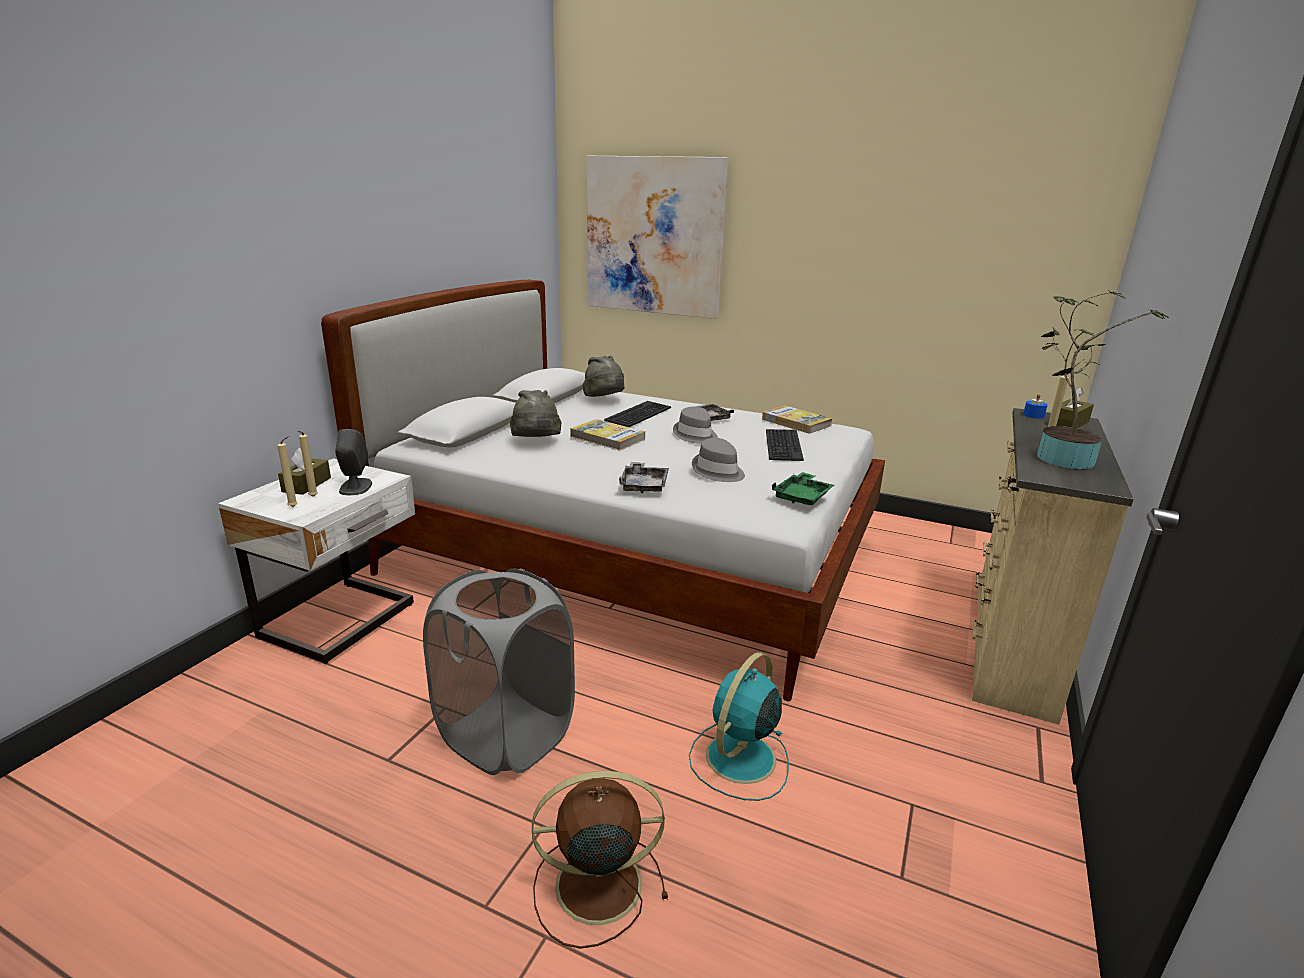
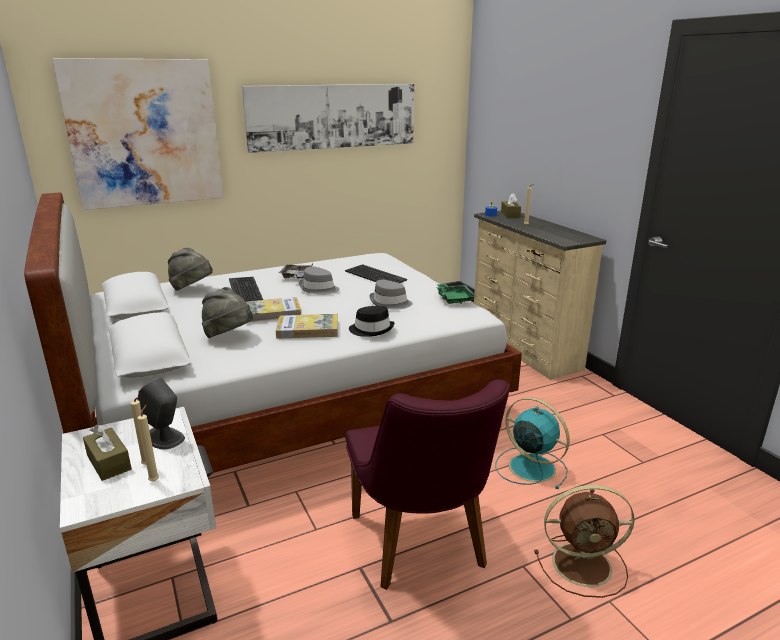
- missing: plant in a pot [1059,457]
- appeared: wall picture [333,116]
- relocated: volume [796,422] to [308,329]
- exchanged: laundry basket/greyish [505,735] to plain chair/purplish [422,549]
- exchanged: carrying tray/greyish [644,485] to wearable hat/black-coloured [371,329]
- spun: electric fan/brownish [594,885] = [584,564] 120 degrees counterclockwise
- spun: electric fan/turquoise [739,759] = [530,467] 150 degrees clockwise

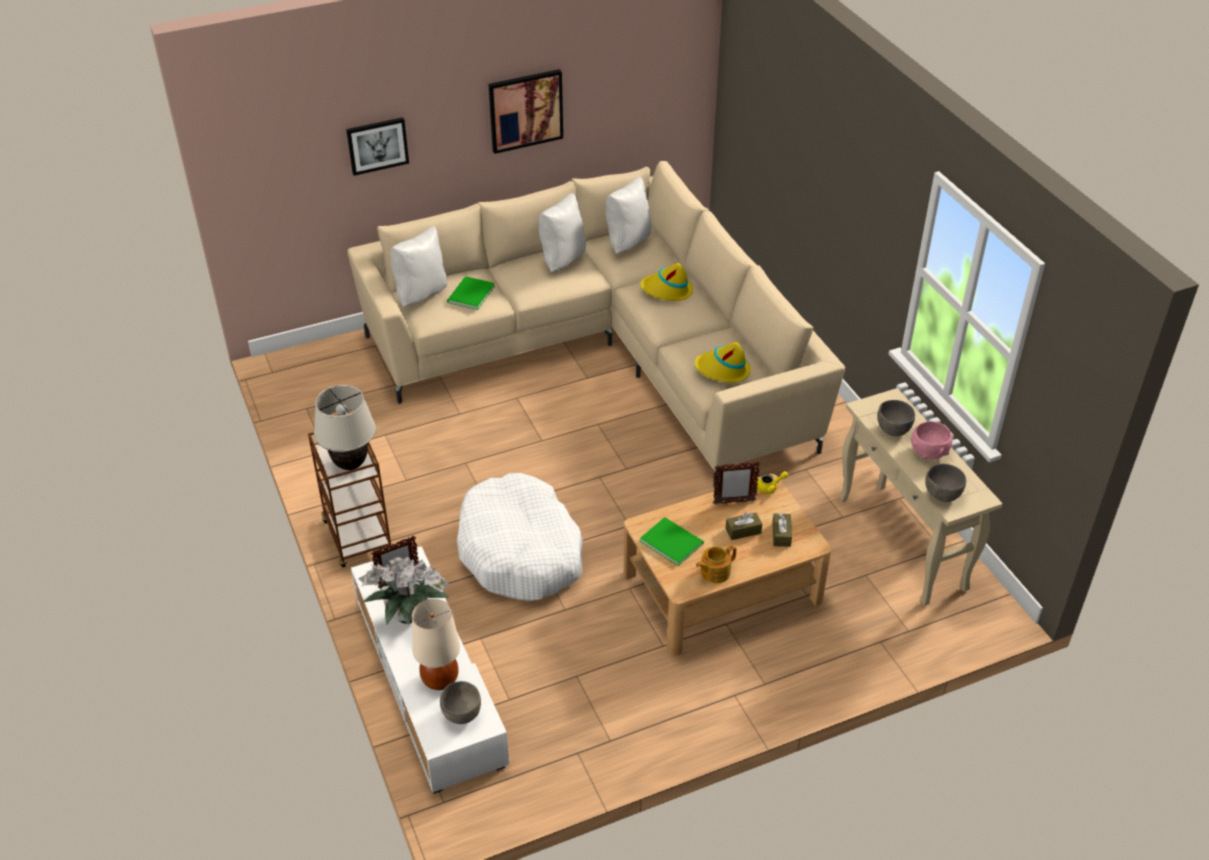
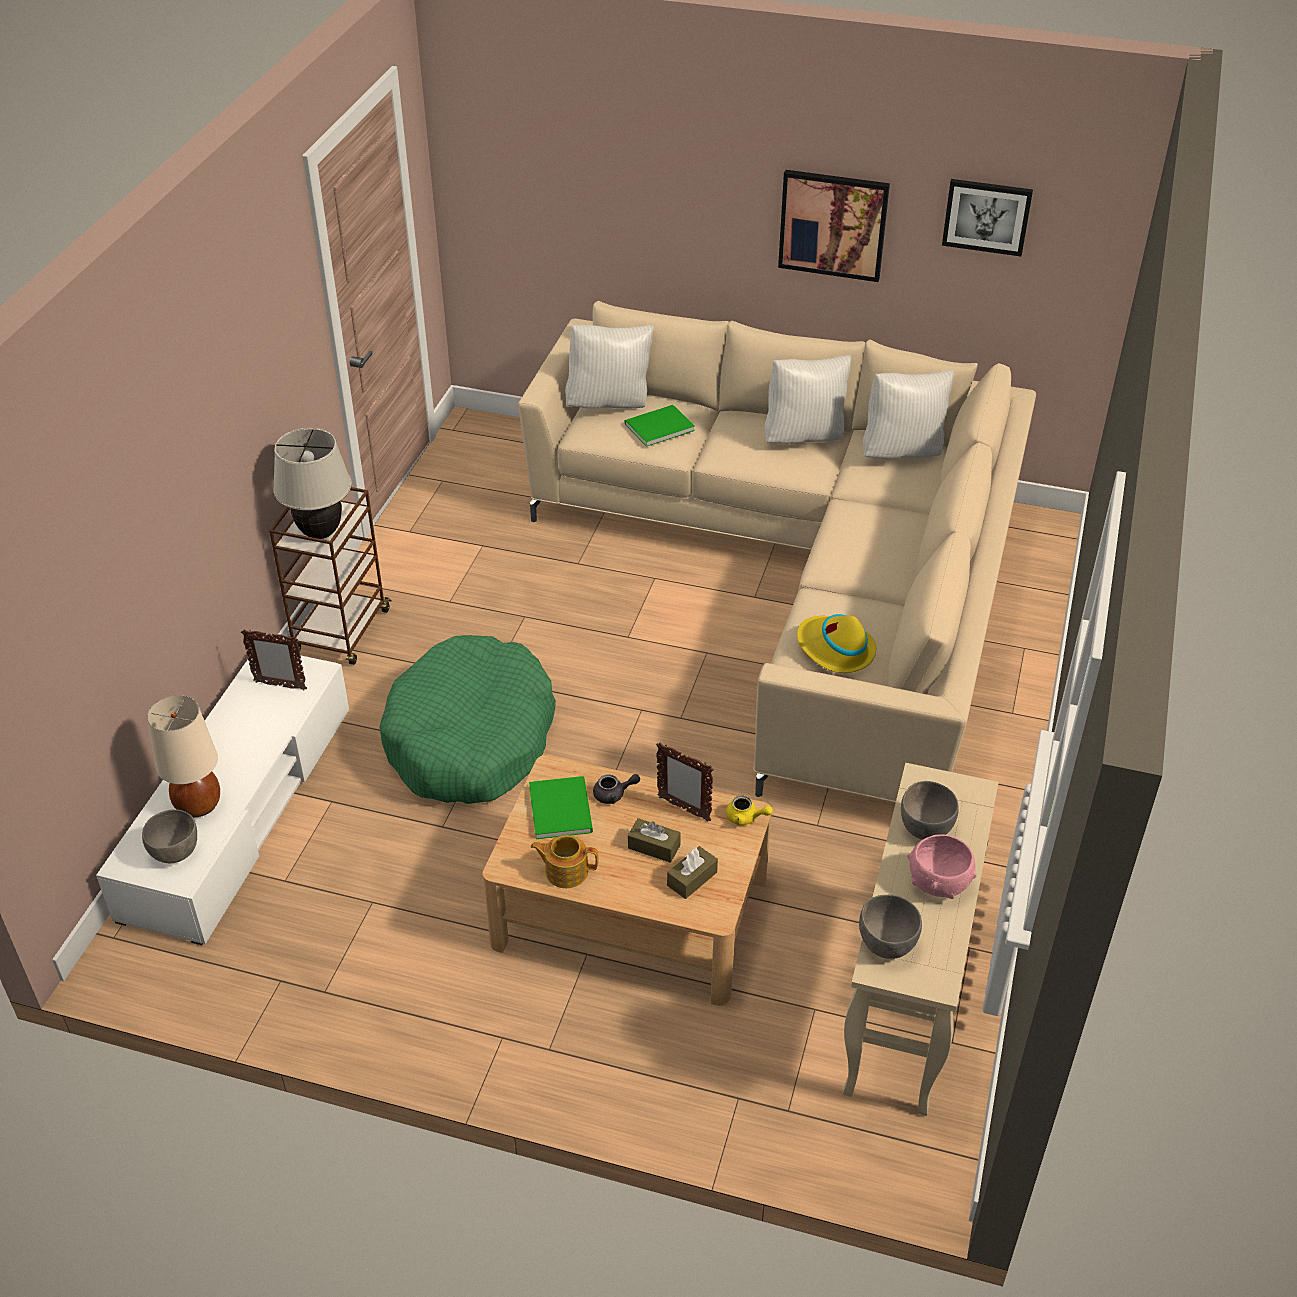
- missing: plant in a pot [411,617]
- missing: wearable hat/yellowish [667,290]
- appeared: tea pot/greyish [614,794]
- relocated: wall picture [377,145] to [987,216]
- colour: dog cushion/white [521,551] to dog cushion/green [471,739]

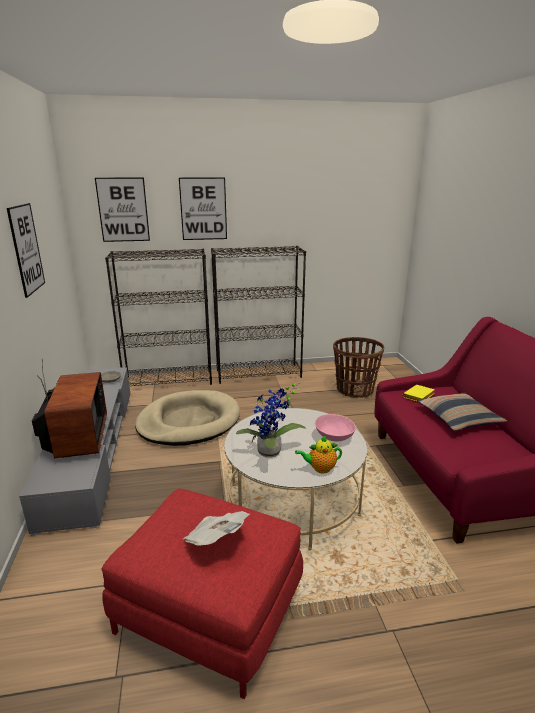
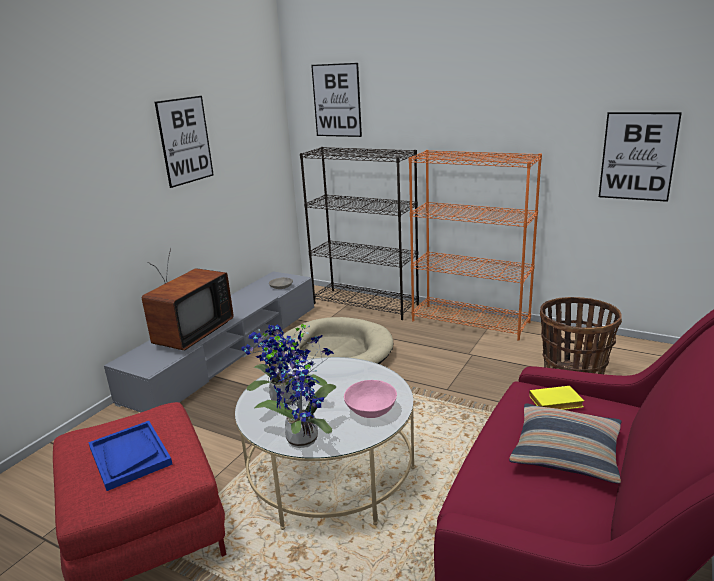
- relocated: wall picture [203,209] to [638,156]
- exchanged: printed paper [216,540] to carrying tray/blue [130,456]
- exchanged: tea pot [320,468] to plant in a pot [304,437]
- colour: shelving unit/black-coloured [259,373] to shelving unit/orangey [471,321]

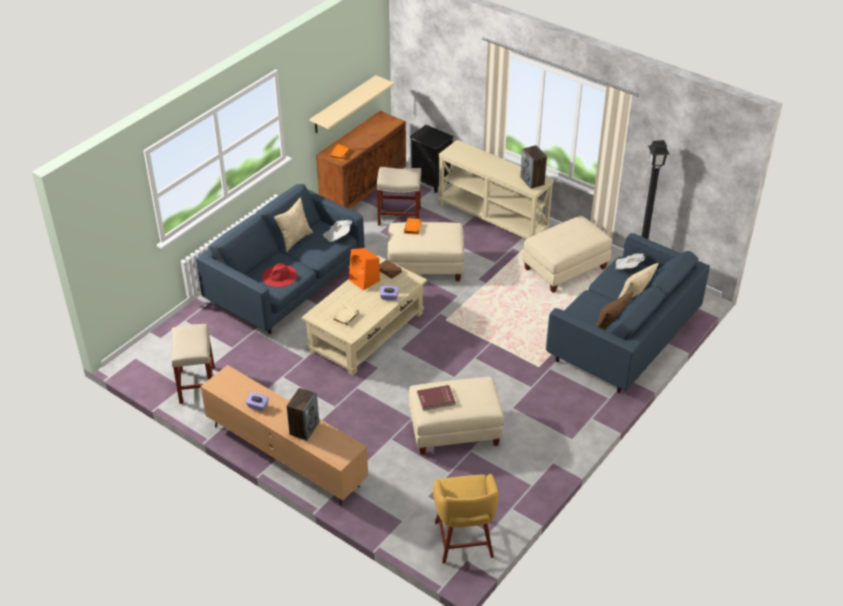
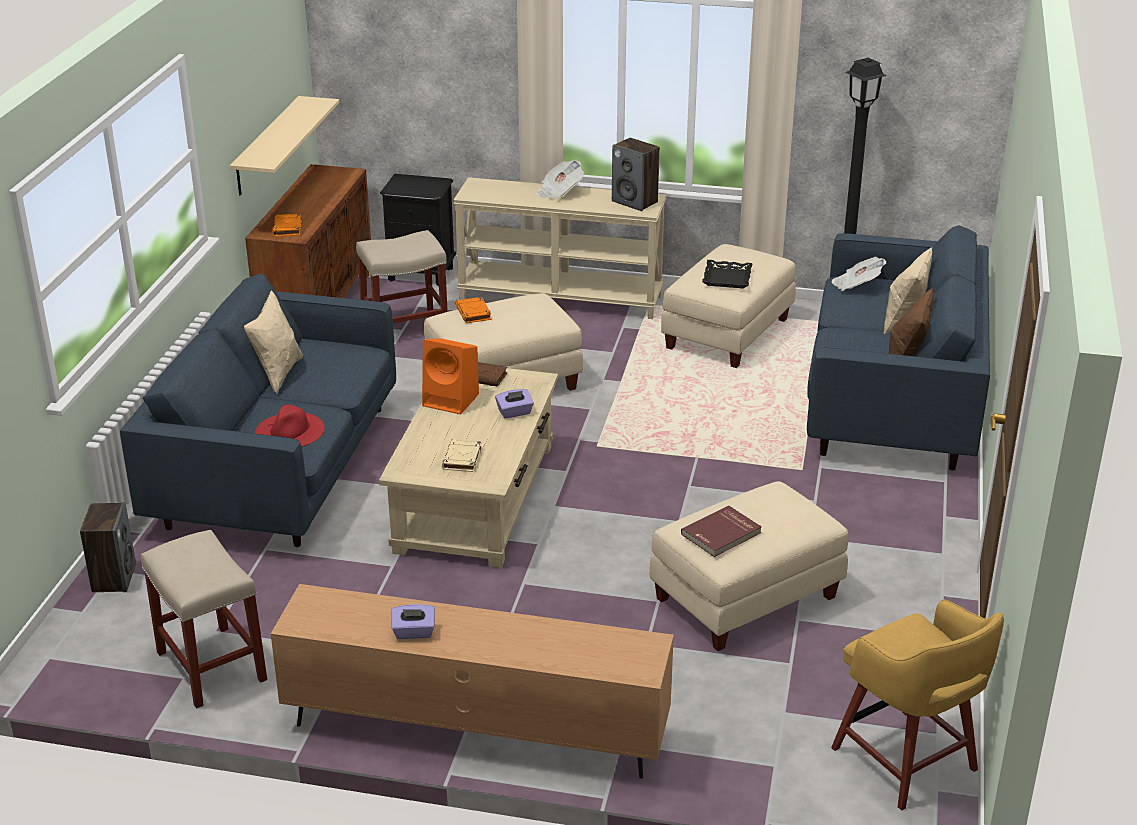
- appeared: carrying tray/black-coloured [726,278]
- relocated: loudspeaker [304,428] to [113,577]
- relocated: printed paper [337,236] to [559,192]

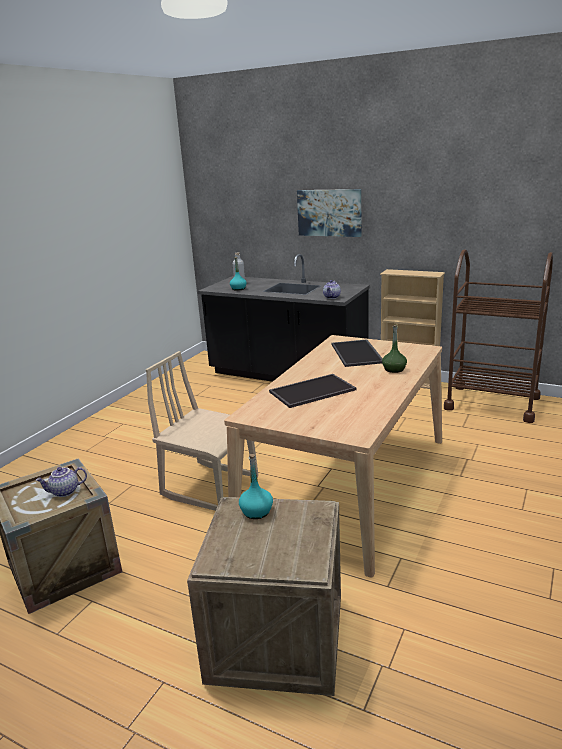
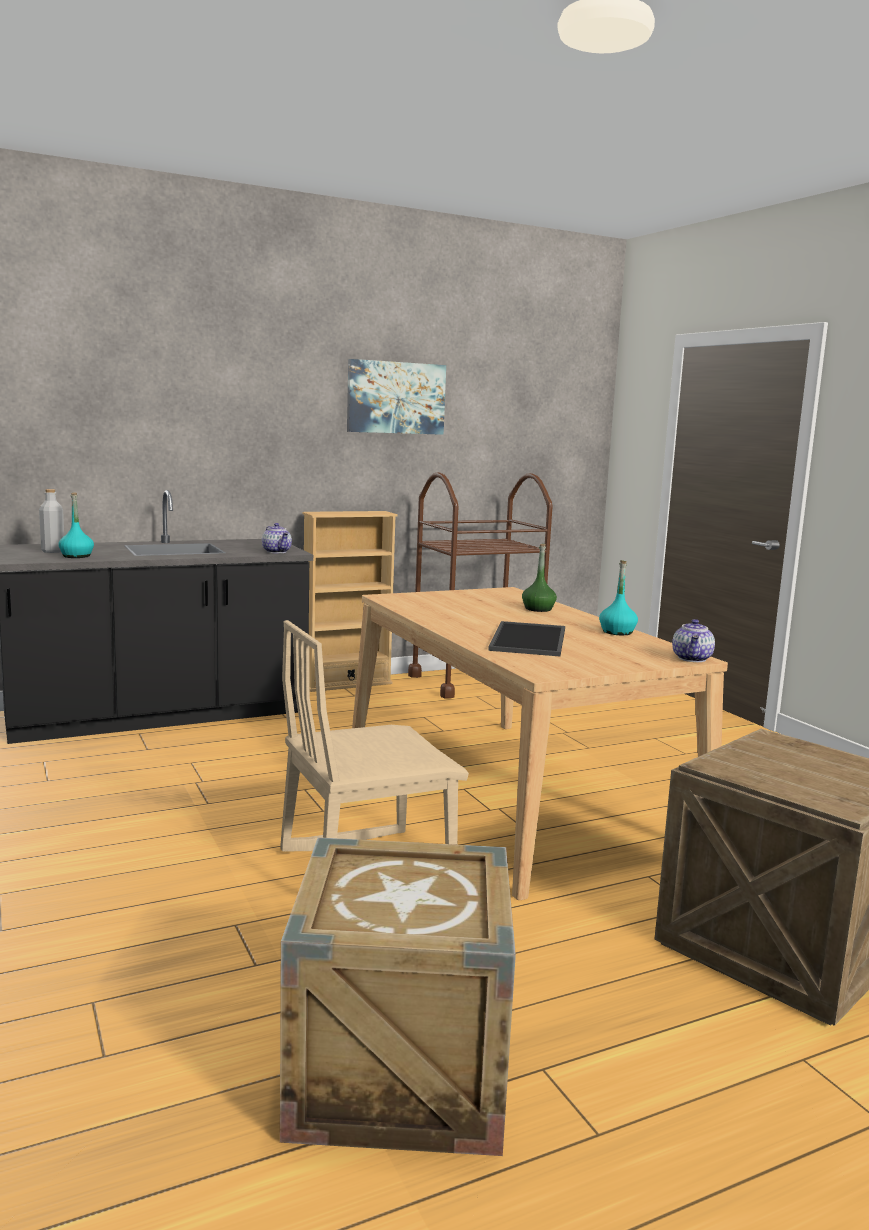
- missing: carrying tray [357,353]
- relocated: tea pot [64,492] to [693,659]
- relocated: beverage bottle/turquoise [256,511] to [617,632]
- relocated: wall picture [329,212] to [396,397]

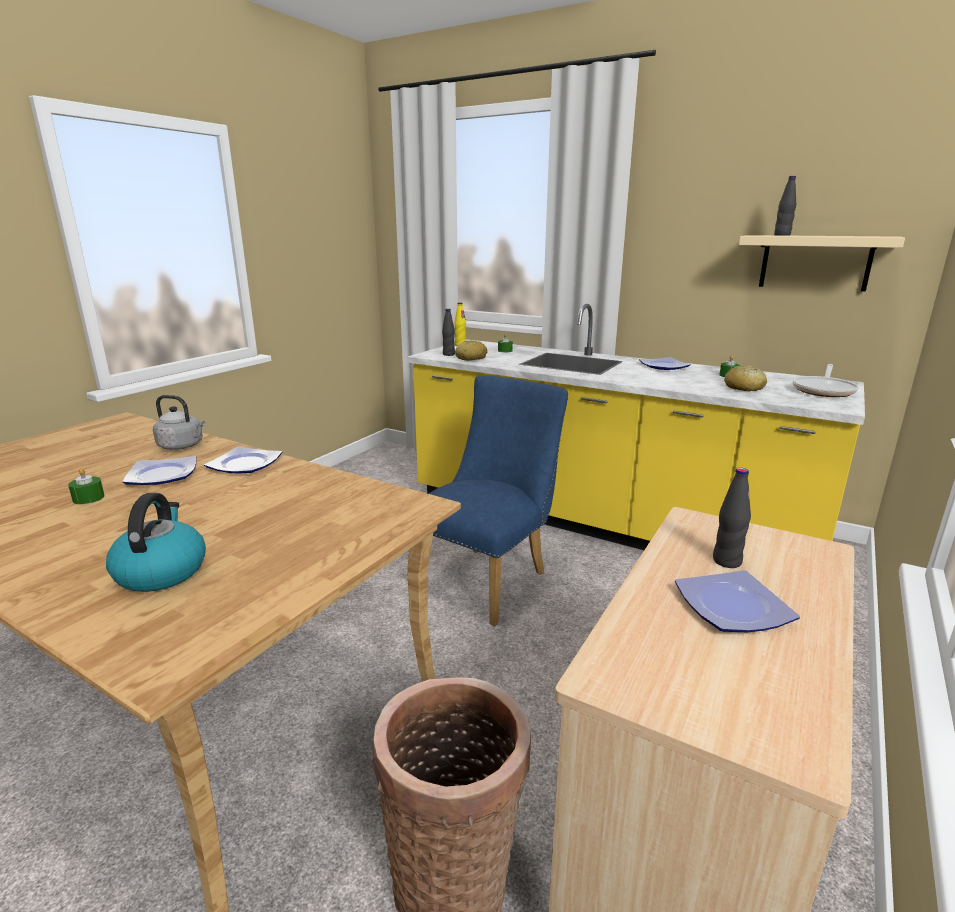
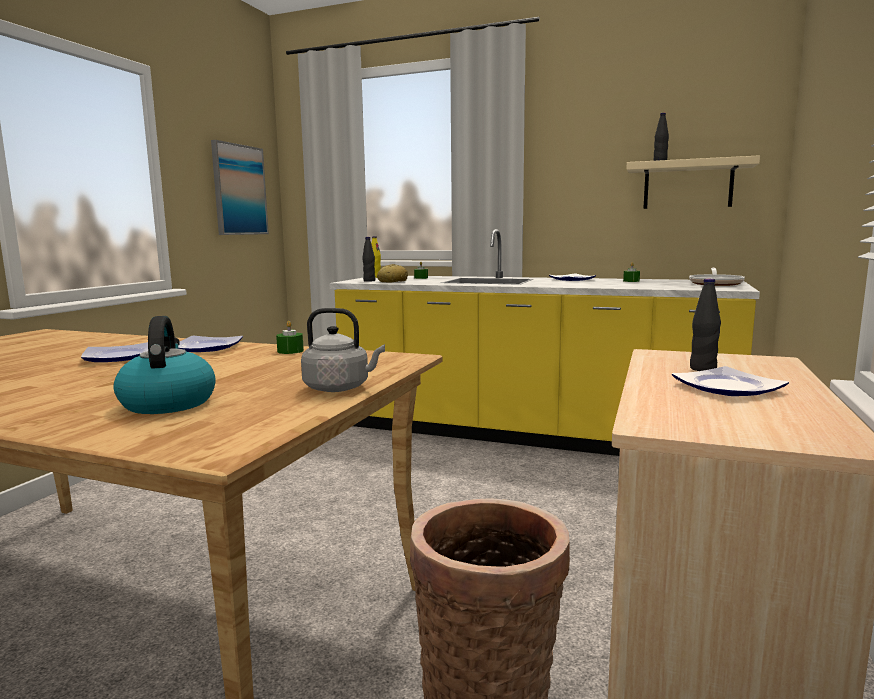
- missing: plain chair/blue [488,579]
- missing: bakery bread [744,388]
- appeared: wall picture [239,190]
- relocated: wax candle/green [88,498] to [290,351]
- relocated: kettle/greyish [183,446] to [340,388]

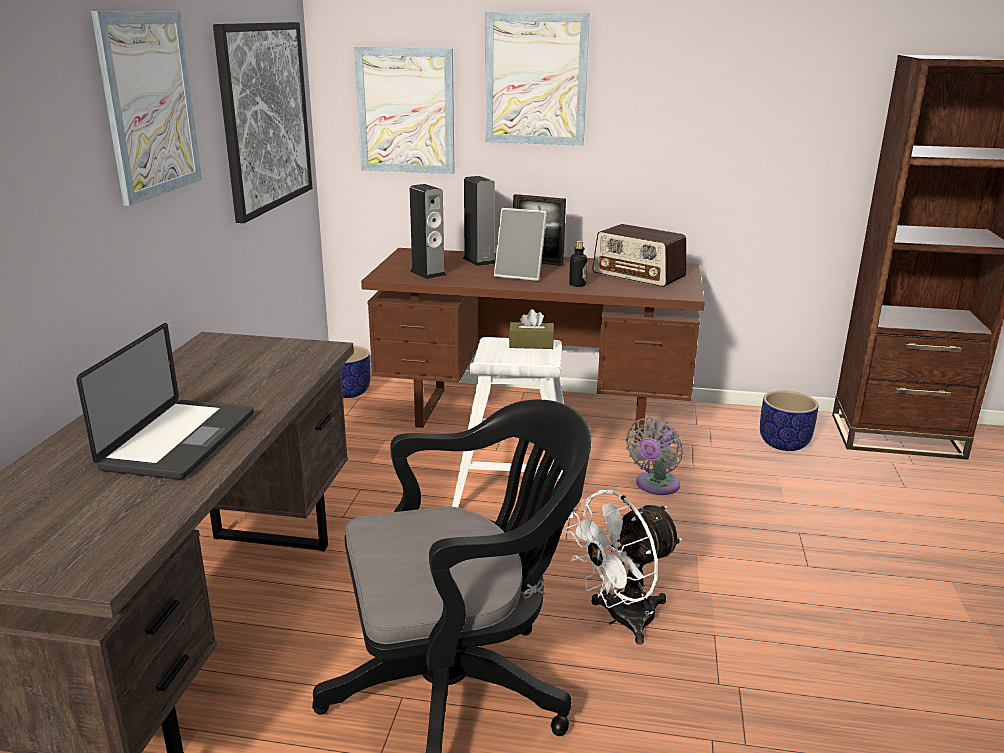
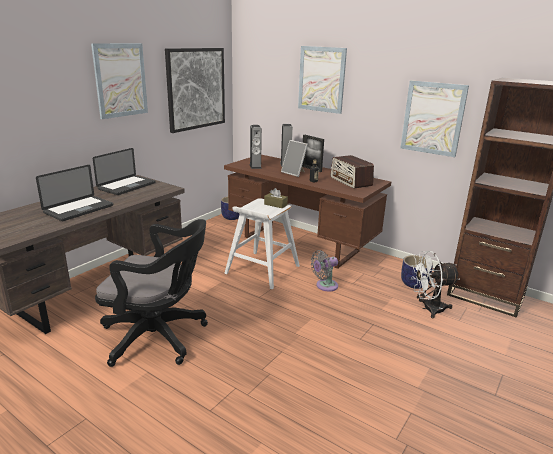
- appeared: notebook computer [127,186]
- relocated: wall picture [406,111] to [433,118]
- relocated: electric fan/white [620,619] to [428,308]

